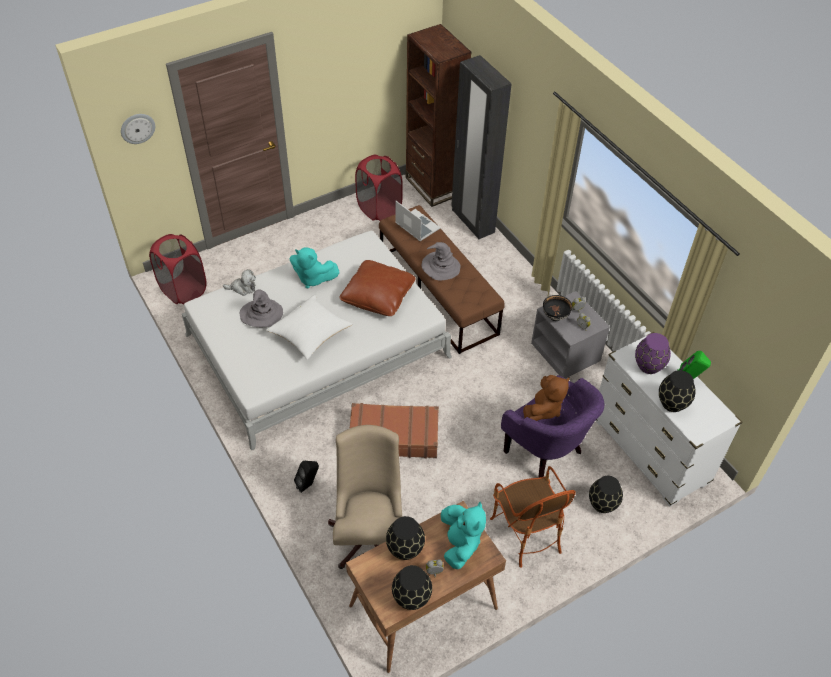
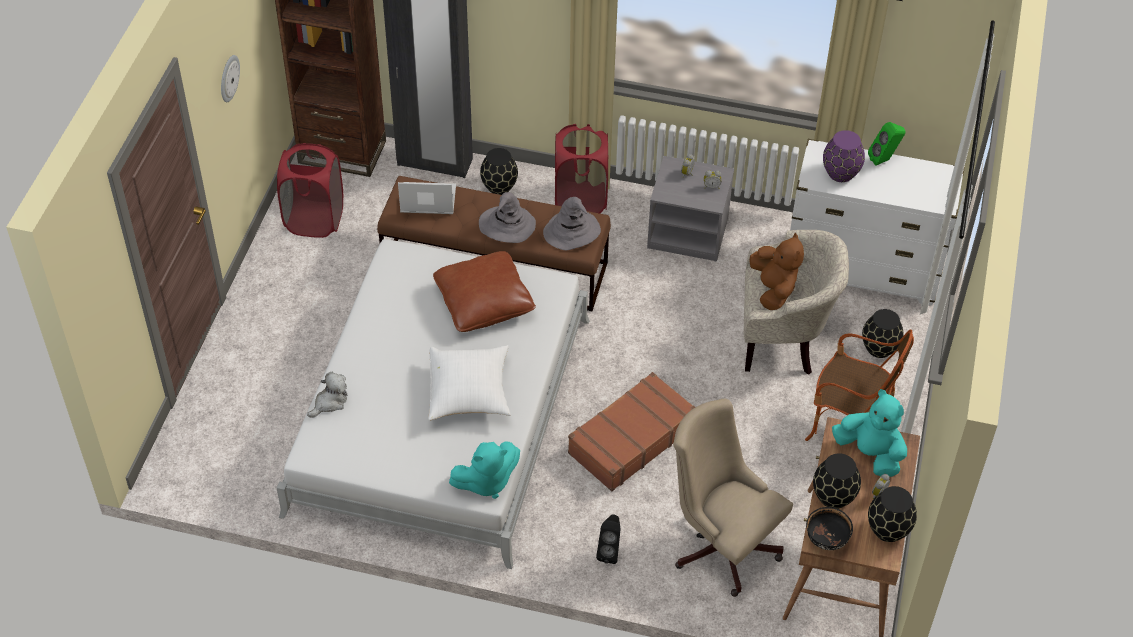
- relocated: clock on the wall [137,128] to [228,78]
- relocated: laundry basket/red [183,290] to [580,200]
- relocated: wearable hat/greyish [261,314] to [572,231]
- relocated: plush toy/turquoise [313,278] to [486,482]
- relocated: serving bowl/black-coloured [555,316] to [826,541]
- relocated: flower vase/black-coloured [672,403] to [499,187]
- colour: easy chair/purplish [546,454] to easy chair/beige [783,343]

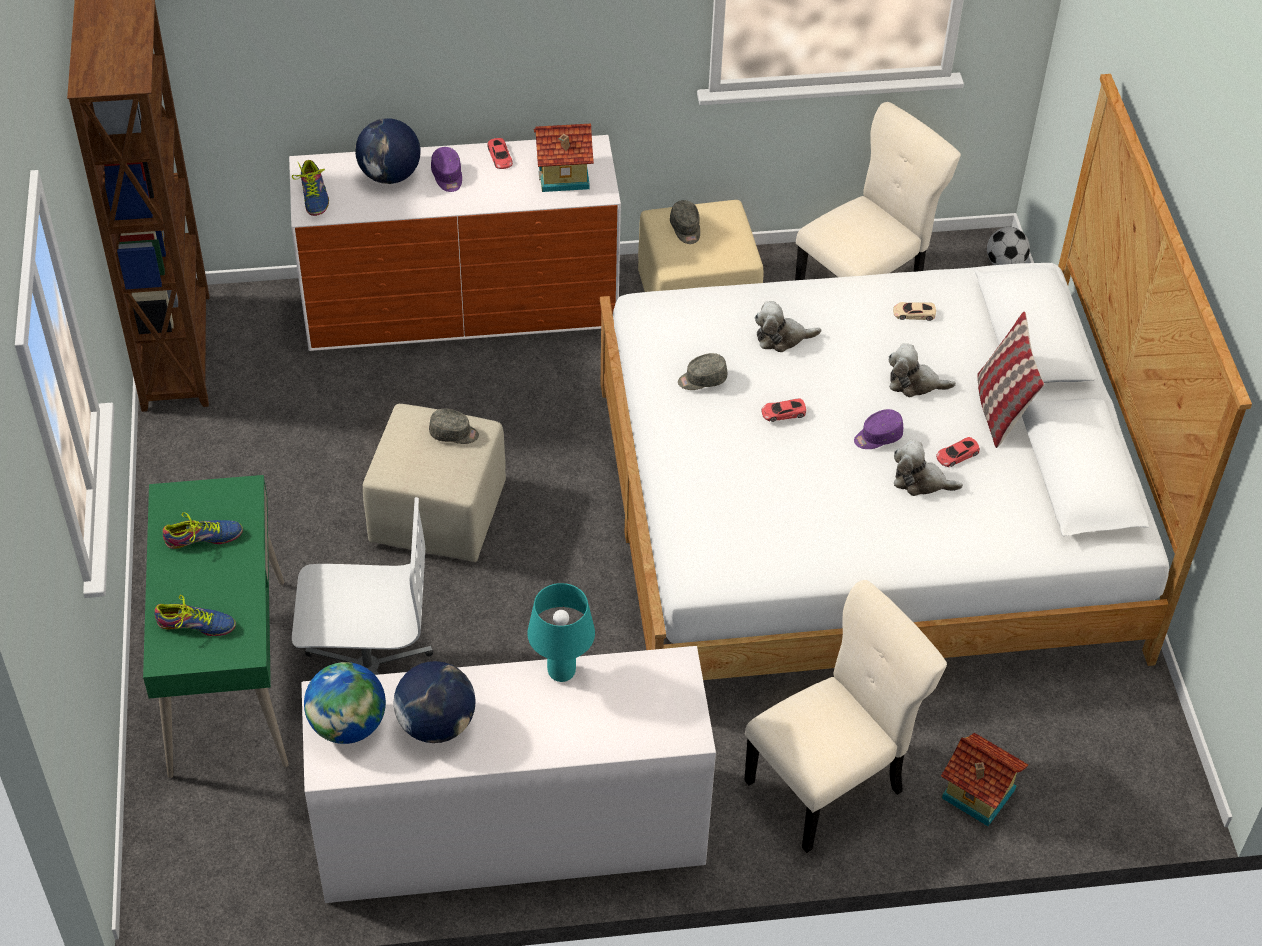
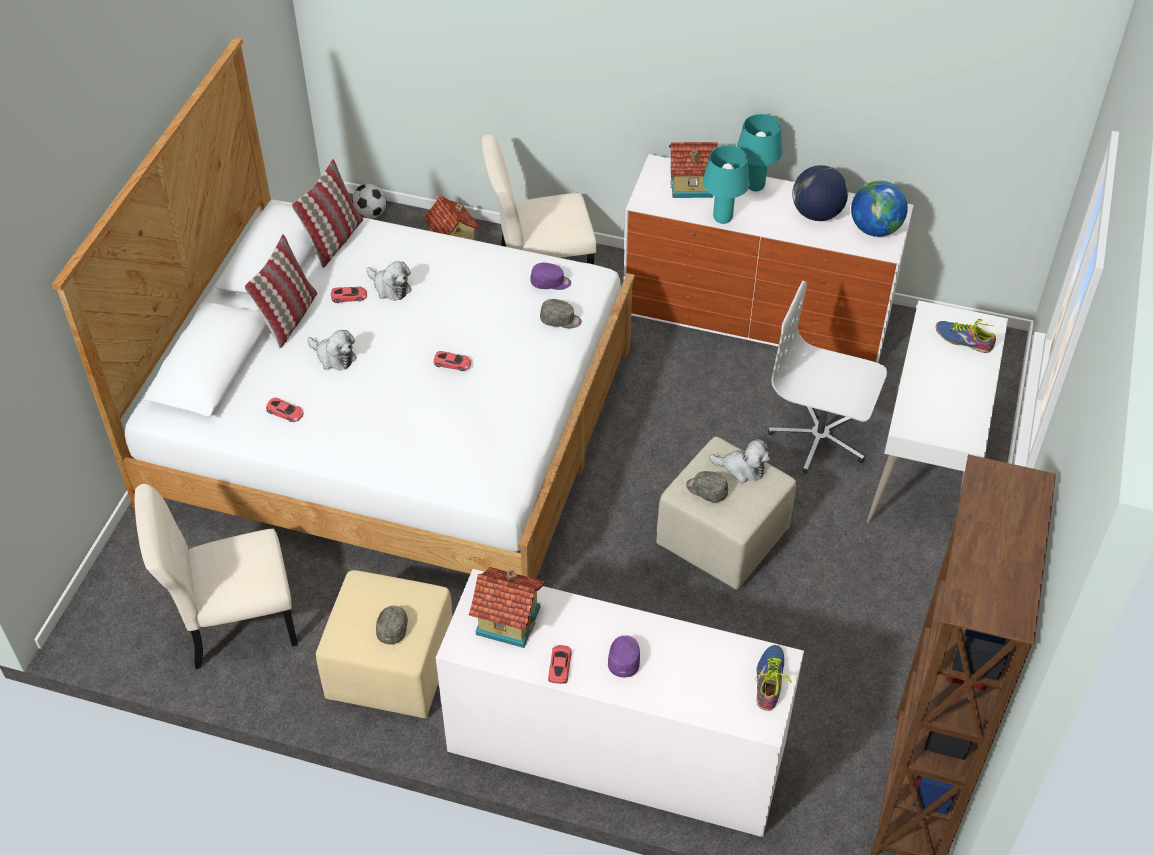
- missing: item of footwear [203,537]
- missing: globe [390,176]
- appeared: cushion [334,240]
- appeared: model house [691,185]
- appeared: tabletop lamp/turquoise [755,187]
- relocated: baseball cap/greyish [702,379] to [560,320]
- relocated: plush toy [782,338] to [742,468]
- relocated: baseball cap/purplish [877,437] to [550,283]
- relocated: football [1004,264] to [371,214]
- colour: desk/green [227,676] to desk/white [926,465]
- colour: model car/beige [914,313] to model car/red [285,412]

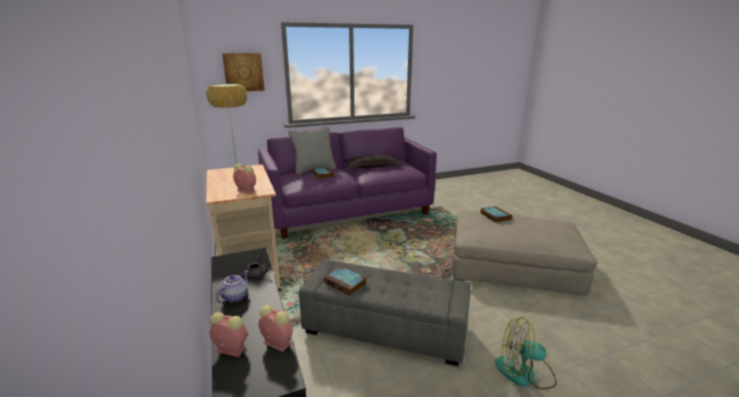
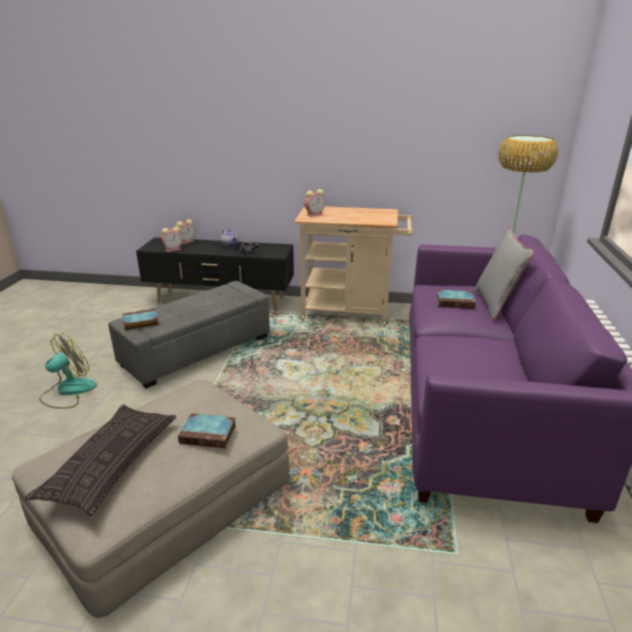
- missing: wall picture [243,72]
- relocated: volume [346,283] to [140,322]
- relocated: cushion [372,166] to [111,463]

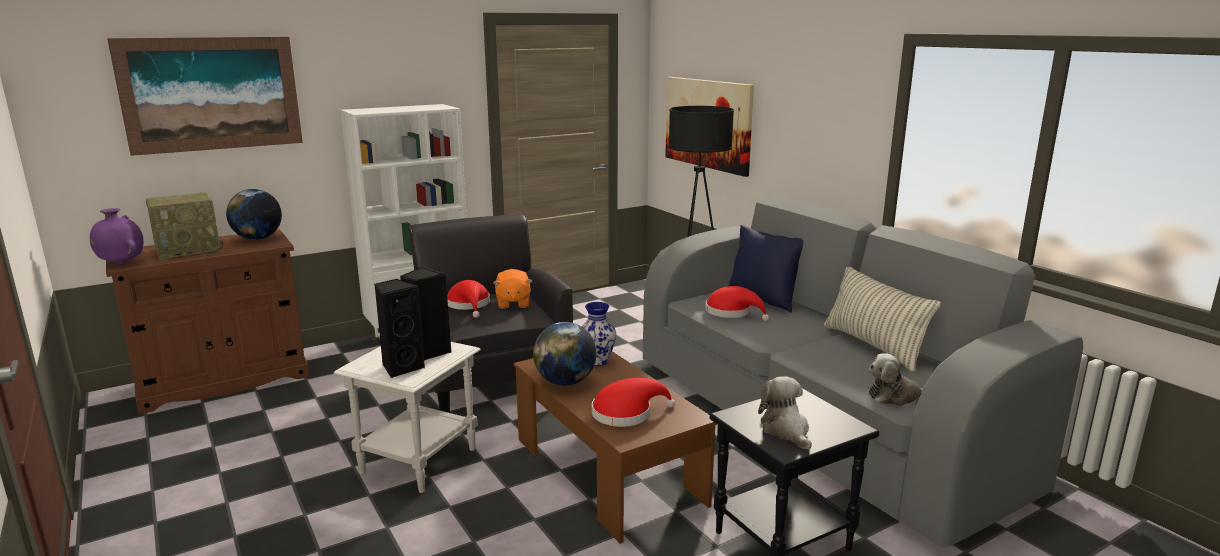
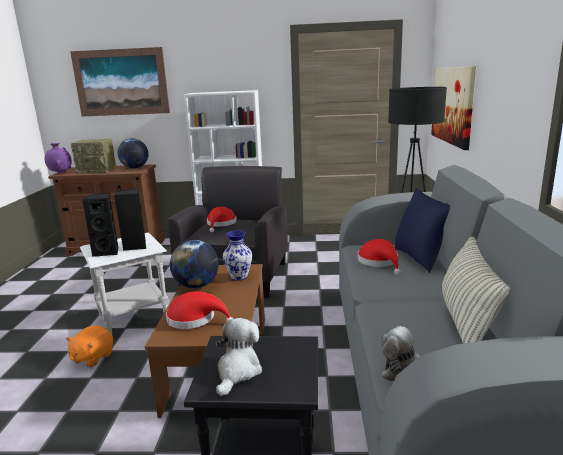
- relocated: plush toy/orangey [513,303] to [92,357]

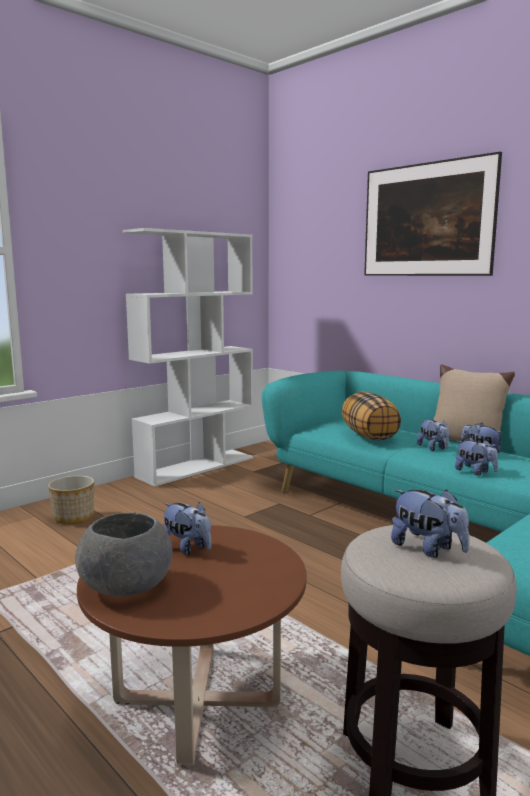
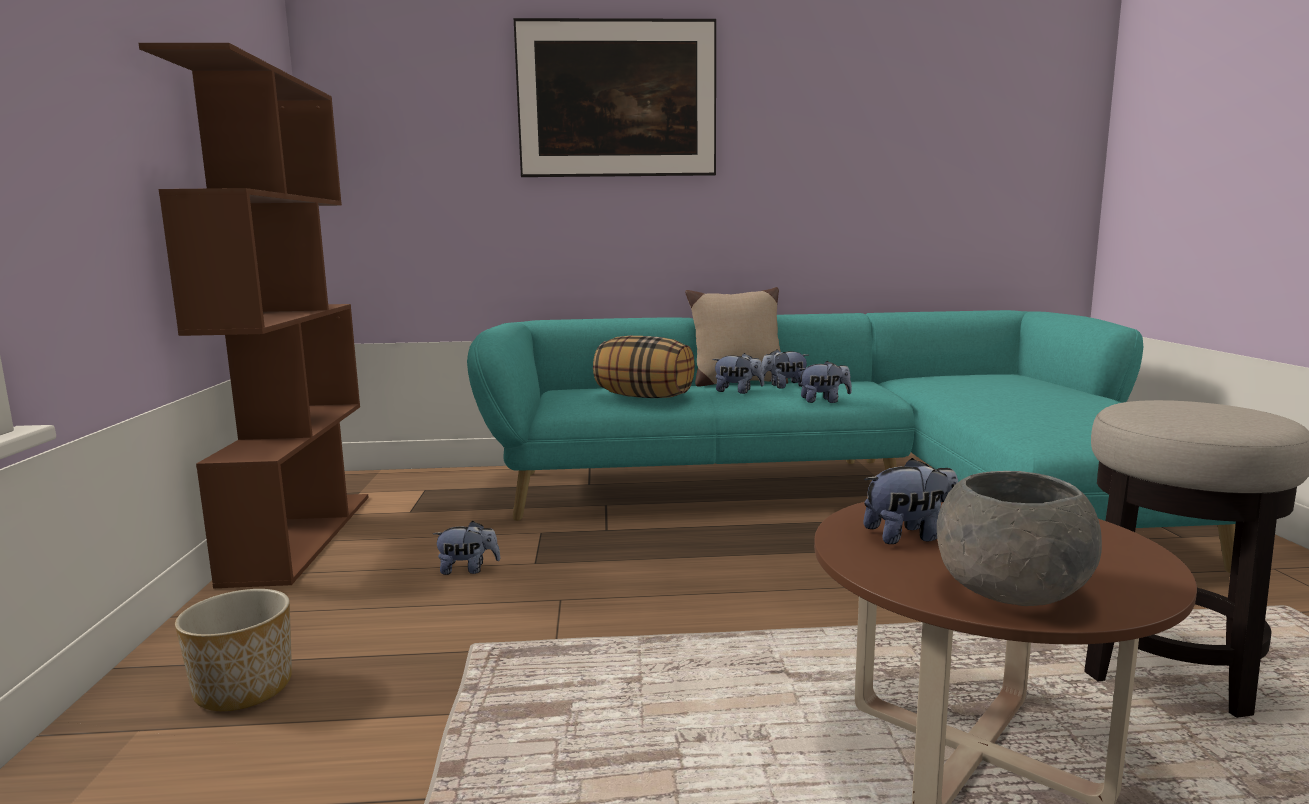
- relocated: plush toy [428,549] to [468,569]
- colour: shelving unit/white [196,467] to shelving unit/brownish [301,536]

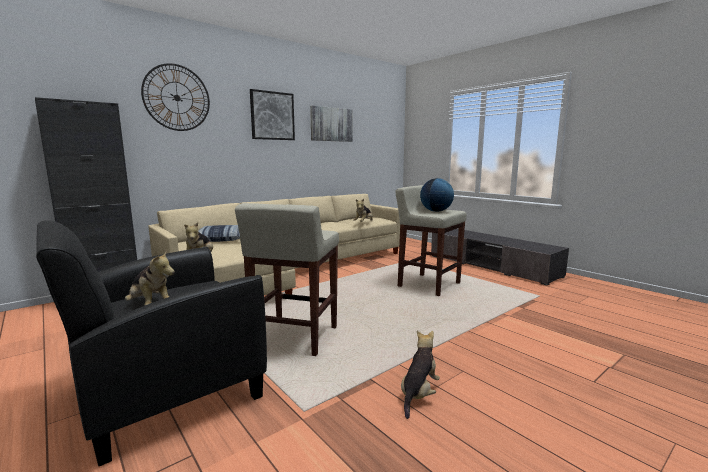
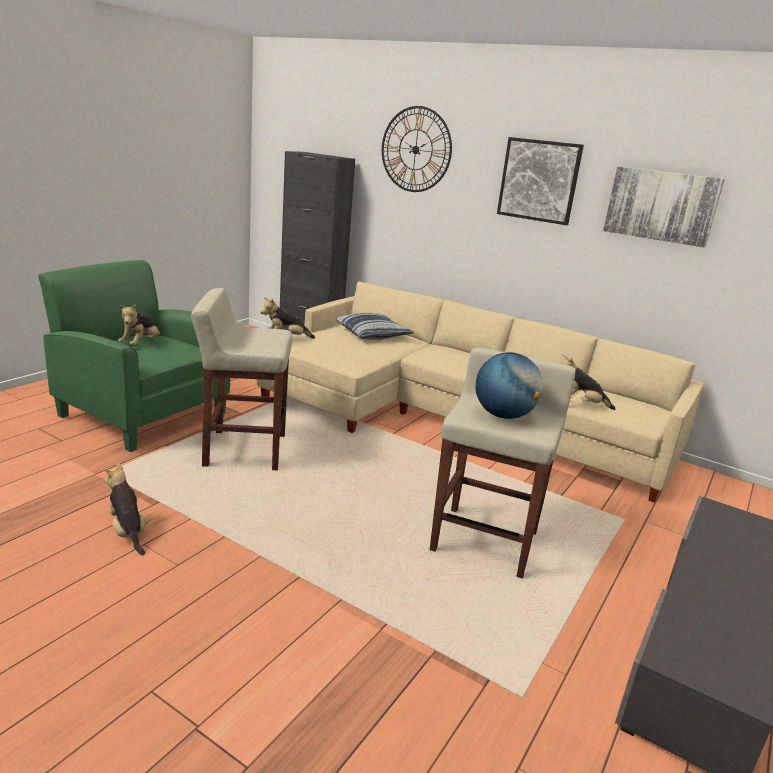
- colour: easy chair/black-coloured [166,390] to easy chair/green [142,413]
- spun: plush toy [419,394] = [128,532] 135 degrees counterclockwise

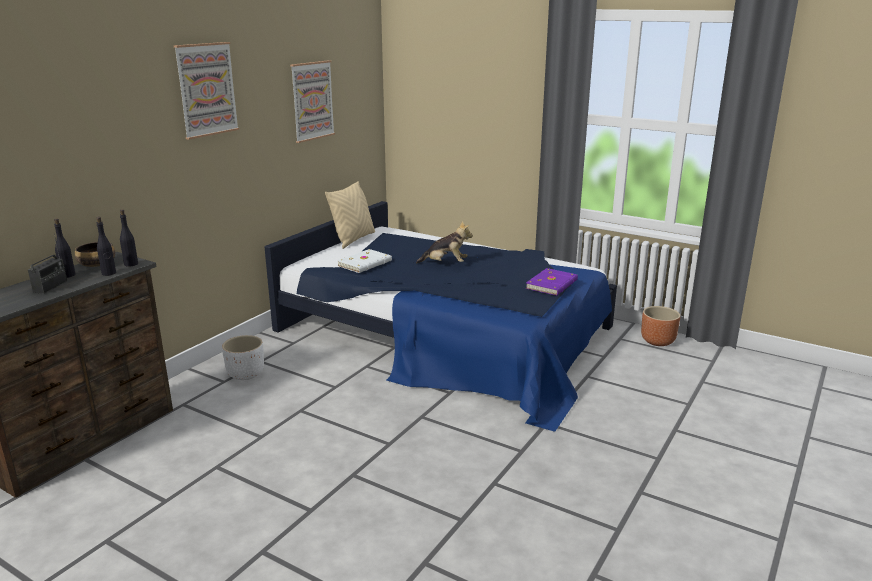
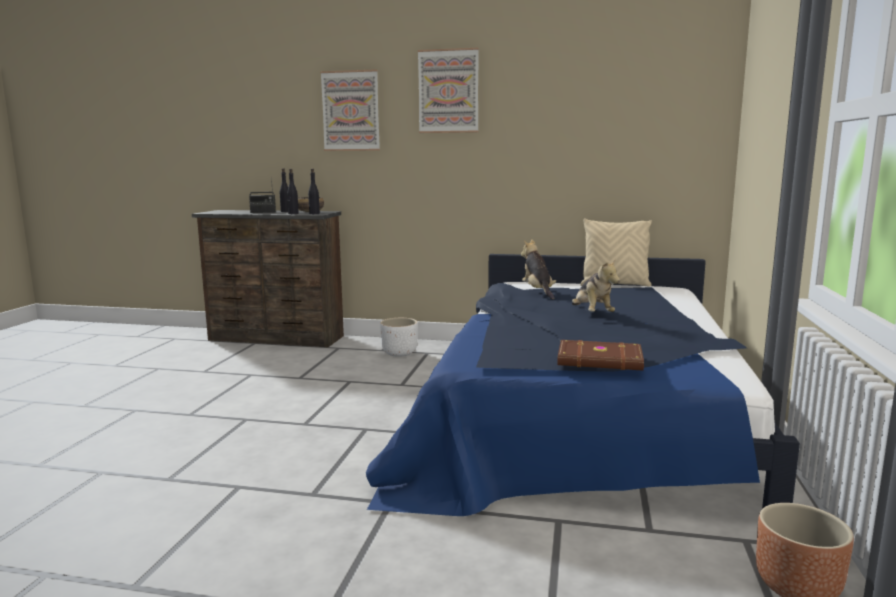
- relocated: wall picture [312,101] to [351,111]
- exchanged: volume/white [365,263] to plush toy [538,292]
- colour: volume/purplish [552,284] to volume/brownish [600,360]

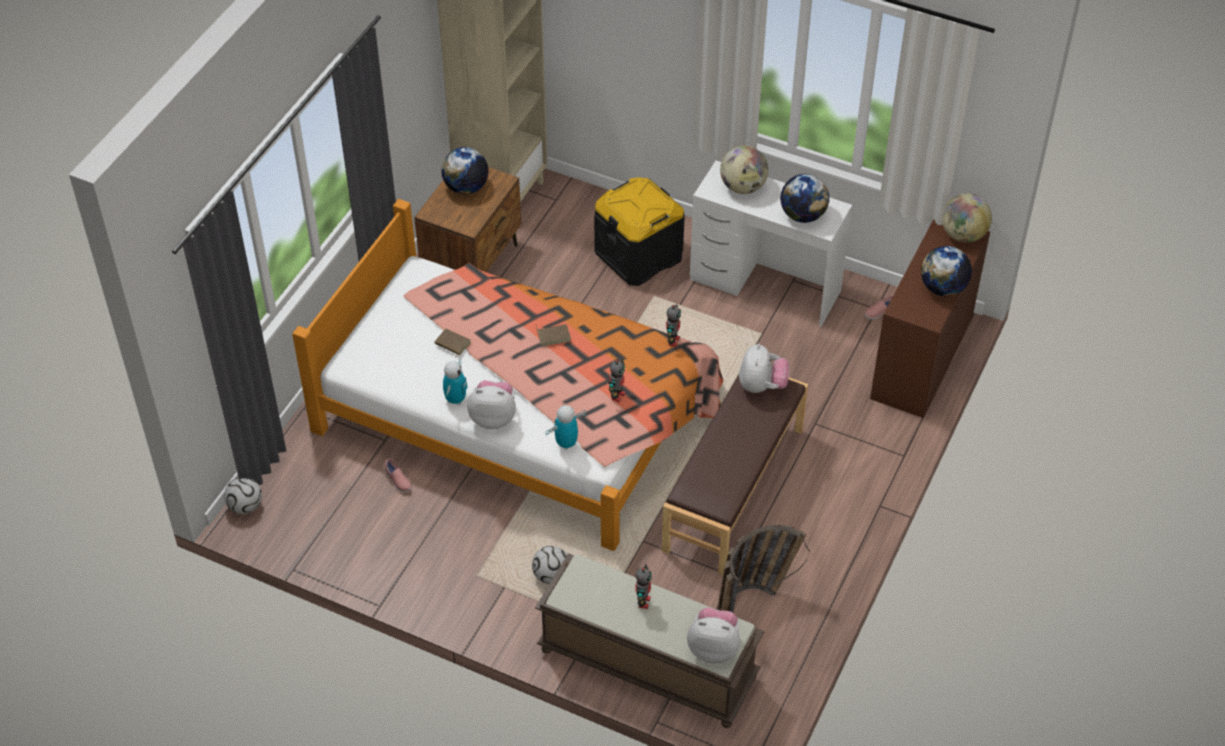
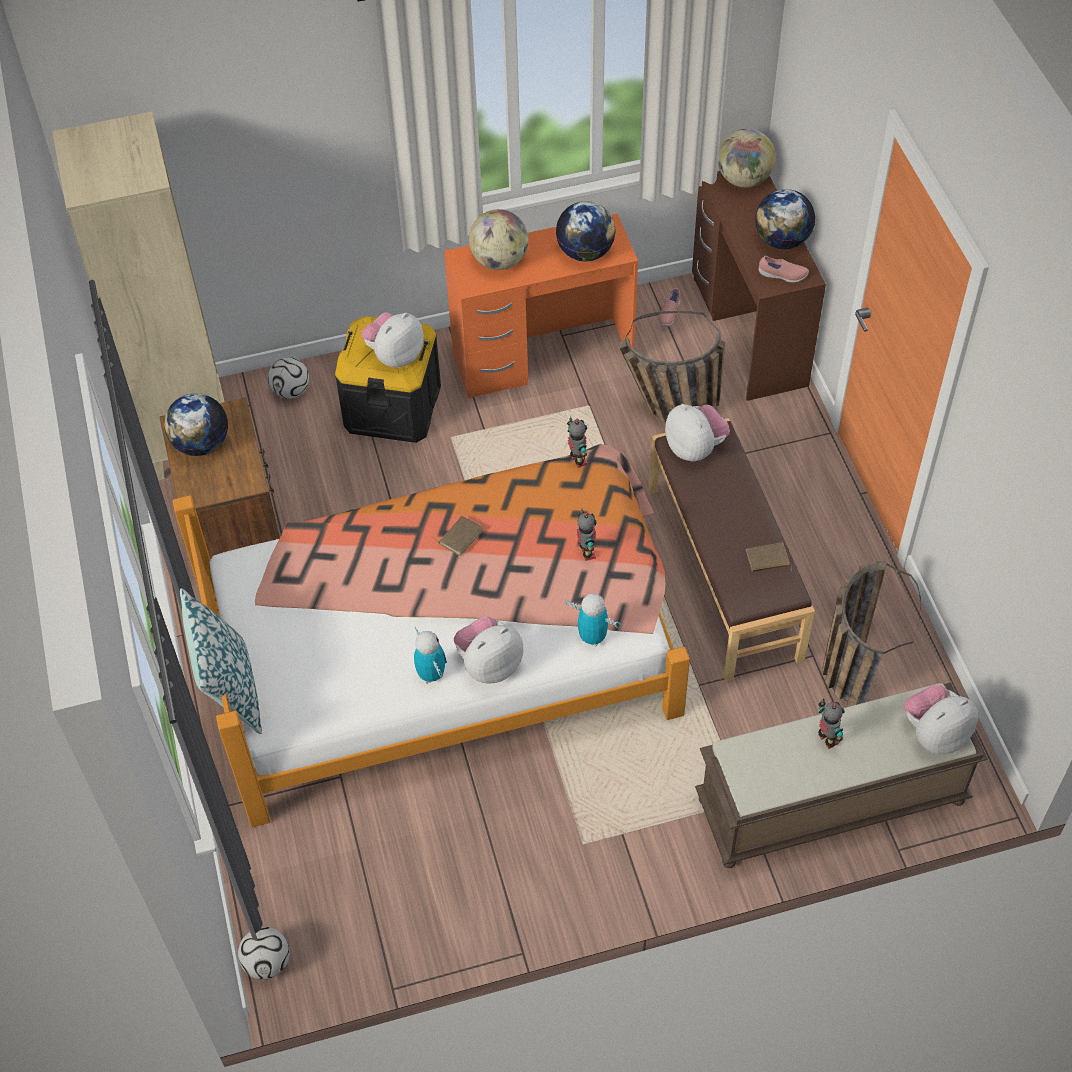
- appeared: cushion [229,689]
- appeared: plush toy [395,356]
- appeared: storage basket [668,410]
- relocated: item of footwear/pinkish [398,481] to [782,275]
- relocated: volume/brownish [452,344] to [767,560]
- relocated: football [551,576] to [291,391]
- colour: desk/white [765,286] to desk/orangey [543,357]
- spun: toy robot [566,443] = [592,637] 105 degrees clockwise

